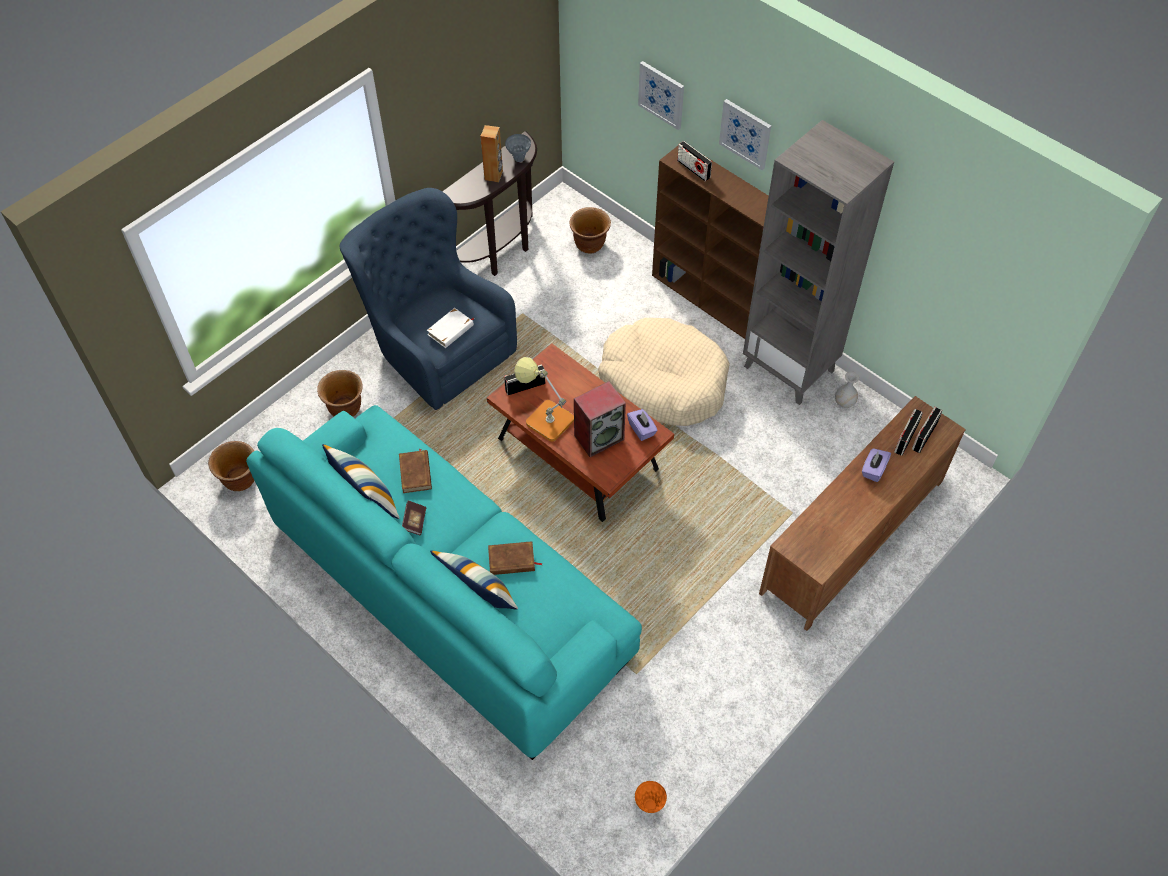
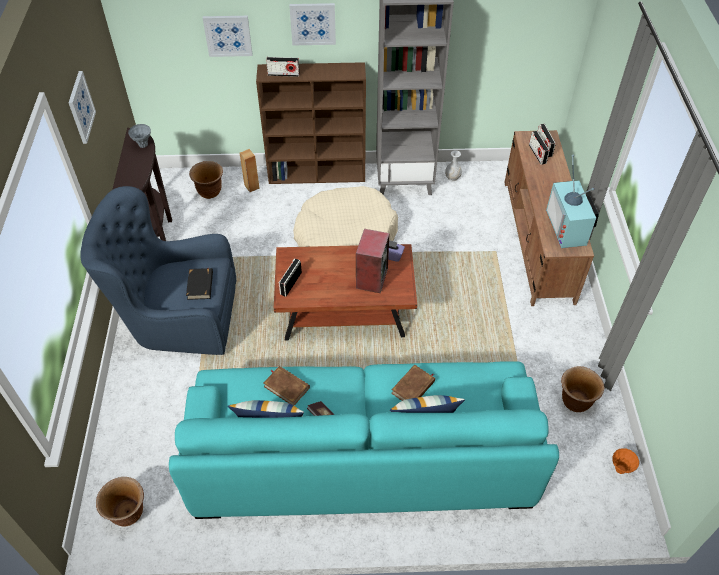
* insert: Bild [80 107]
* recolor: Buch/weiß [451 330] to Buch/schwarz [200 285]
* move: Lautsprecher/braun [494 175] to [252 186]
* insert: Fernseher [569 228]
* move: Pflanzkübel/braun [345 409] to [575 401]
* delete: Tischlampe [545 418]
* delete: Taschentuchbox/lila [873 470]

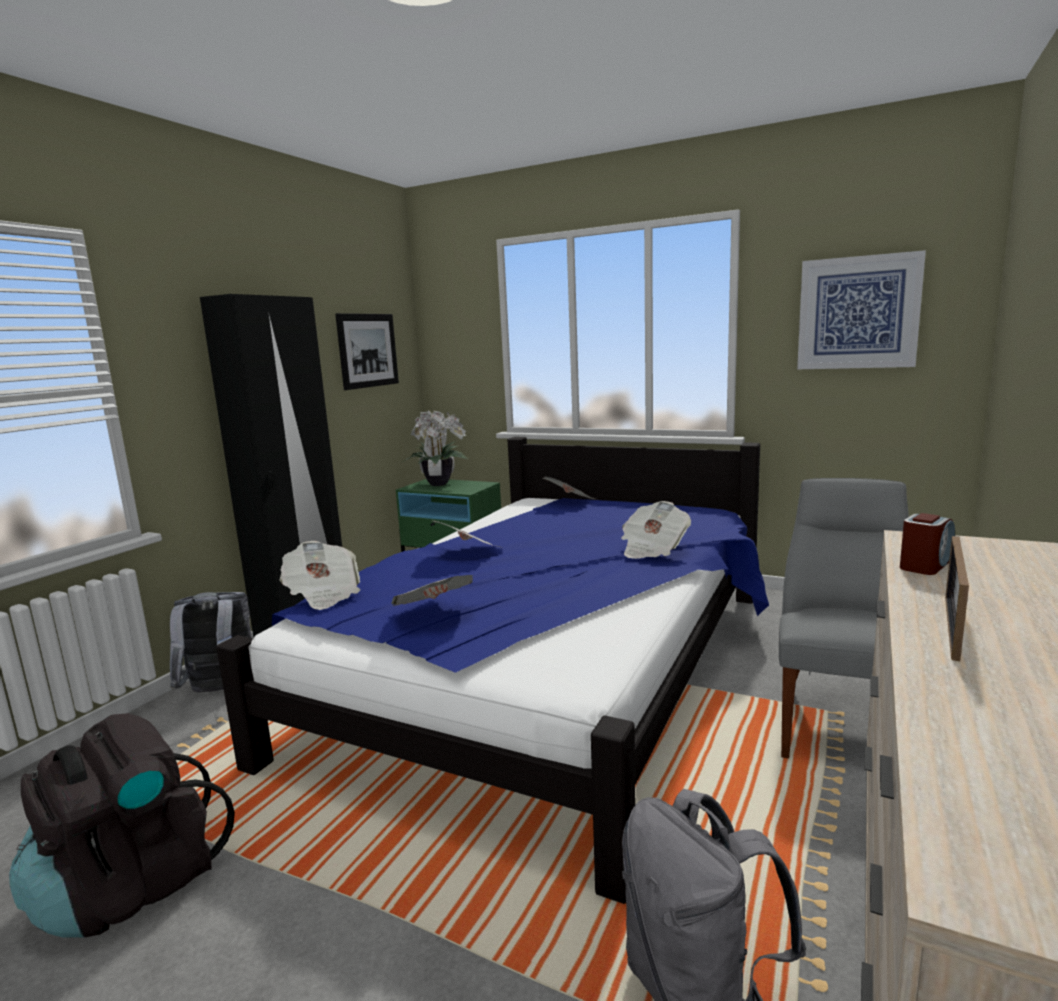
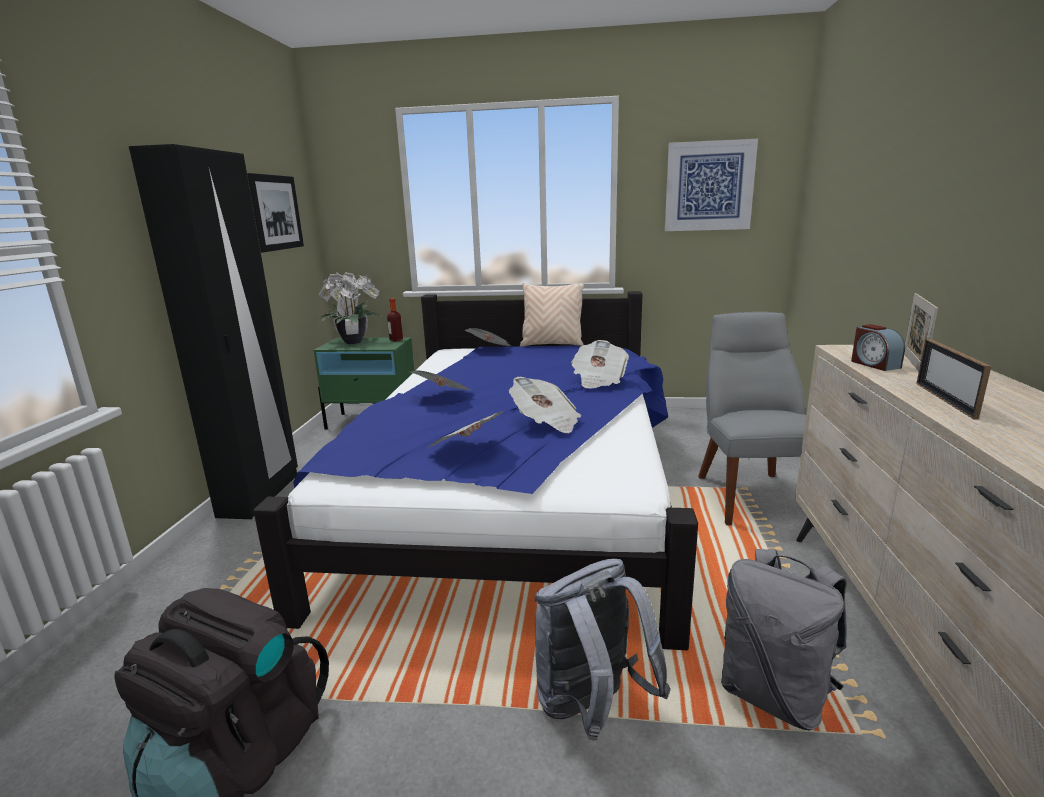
* insert: Flasche [396 340]
* move: Zeitung [323 594] to [546 422]
* insert: Kissen/beige [552 344]
* move: Rucksack/grau [222 692] to [591 708]
* rotate: Wecker [925 565] = [874 364] 135 degrees clockwise
* insert: Bilderrahmen [912 364]

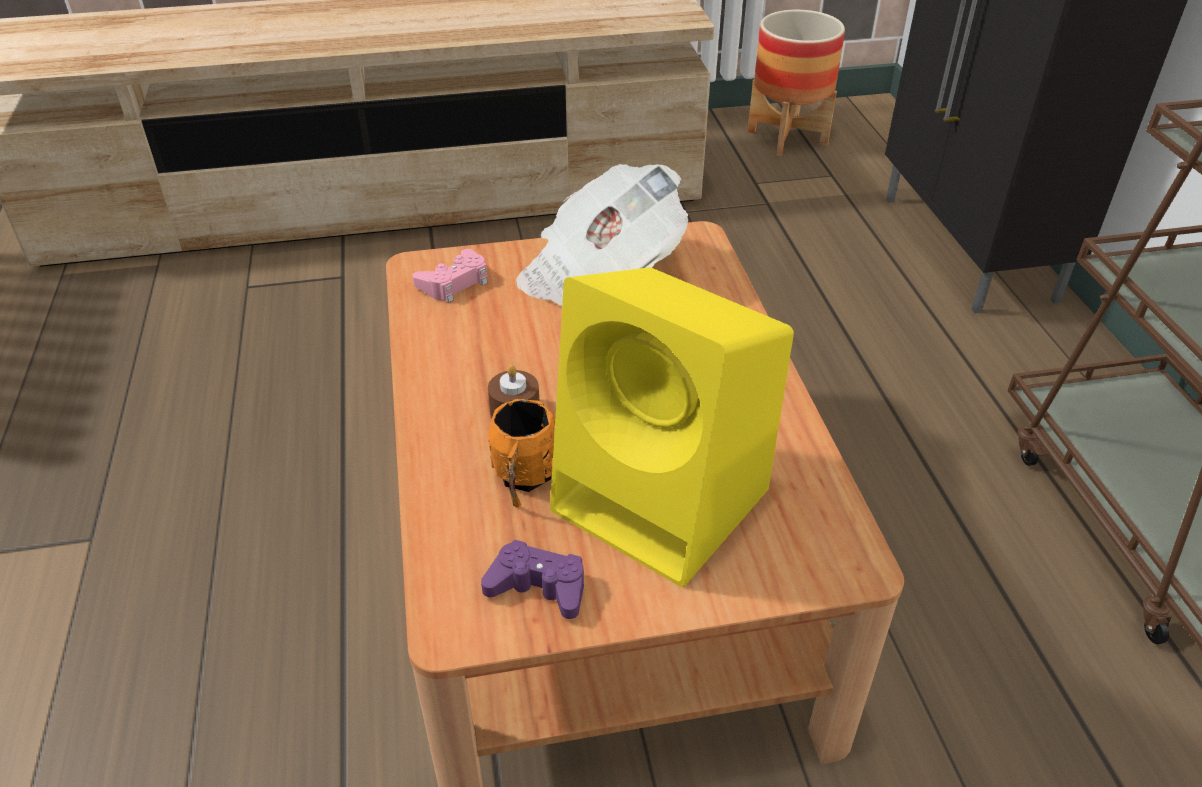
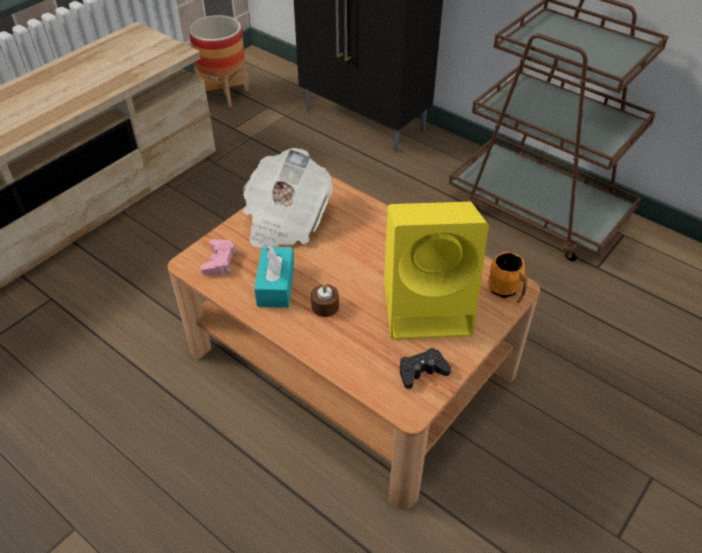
* insert: Taschentuchbox/türkis [276 285]
* recolor: Gamepad/lila [538 587] to Gamepad/schwarz [422 371]
* move: Henkelbecher/orange [523 480] to [506 291]

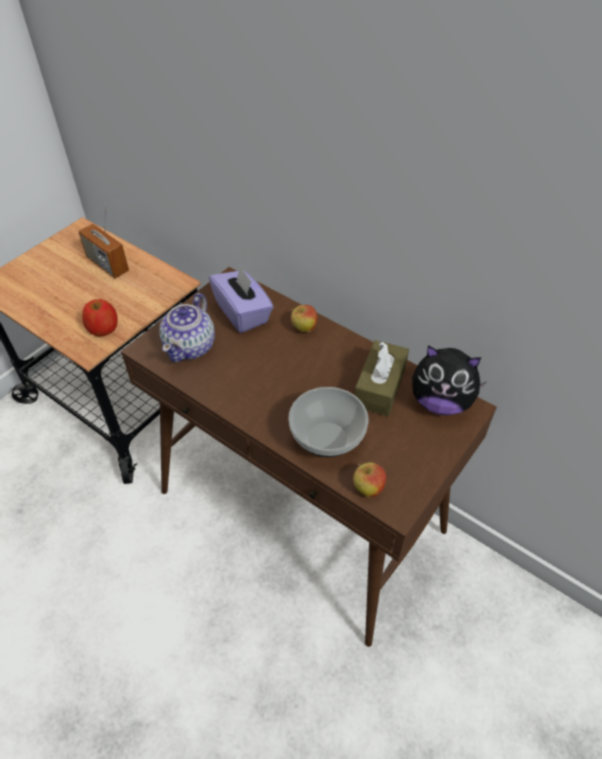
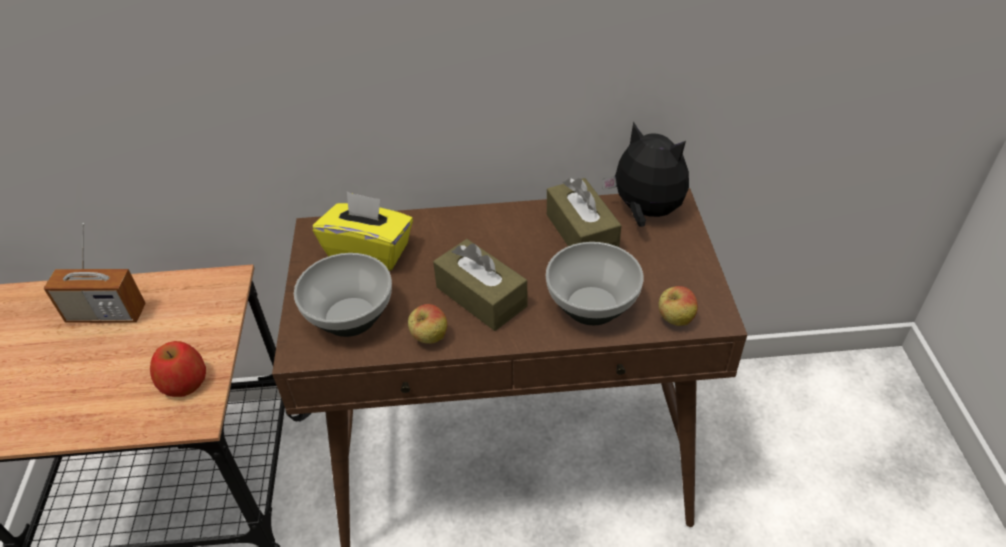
* replace: Teekanne [190 346] to Schüssel [351 316]
* recolor: Taschentuchbox/lila [243 313] to Taschentuchbox/gelb [369 251]
* move: Apfel [304 328] to [429 338]
* insert: Taschentuchbox/braun [481 296]
* rotate: Plüschtier [440 402] = [645 212] 120 degrees counterclockwise

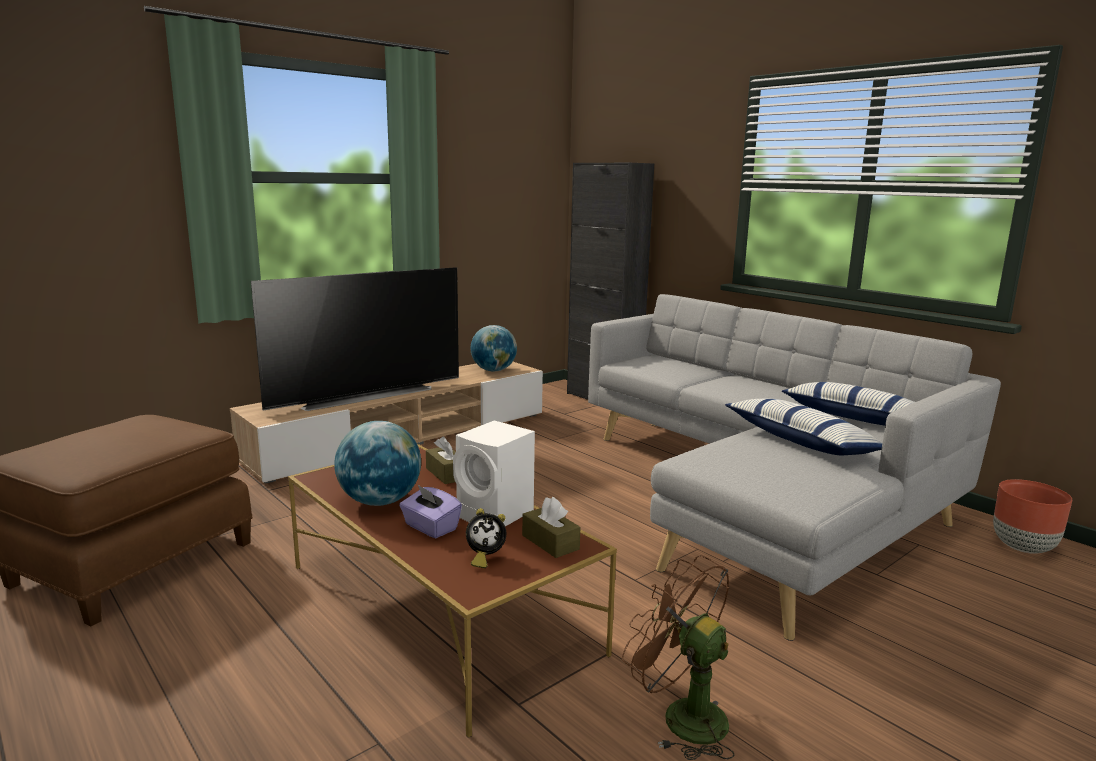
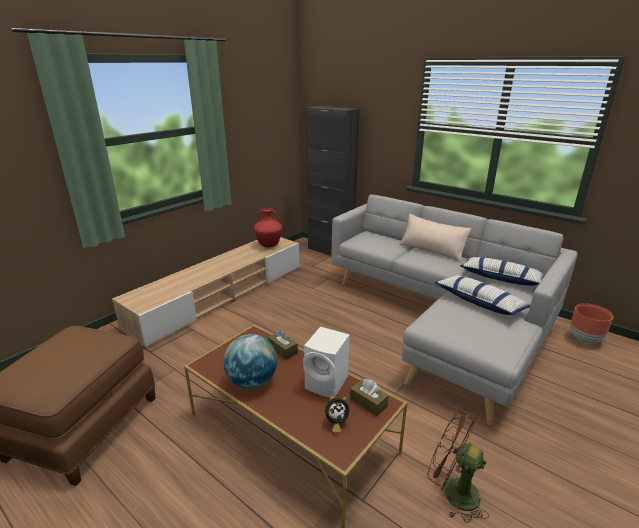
* replace: Globus [494 370] to Vase/rot [269 245]
* insert: Kissen/beige [432 250]
* delete: Fernseher [365 395]
* delete: Taschentuchbox/lila [430 527]

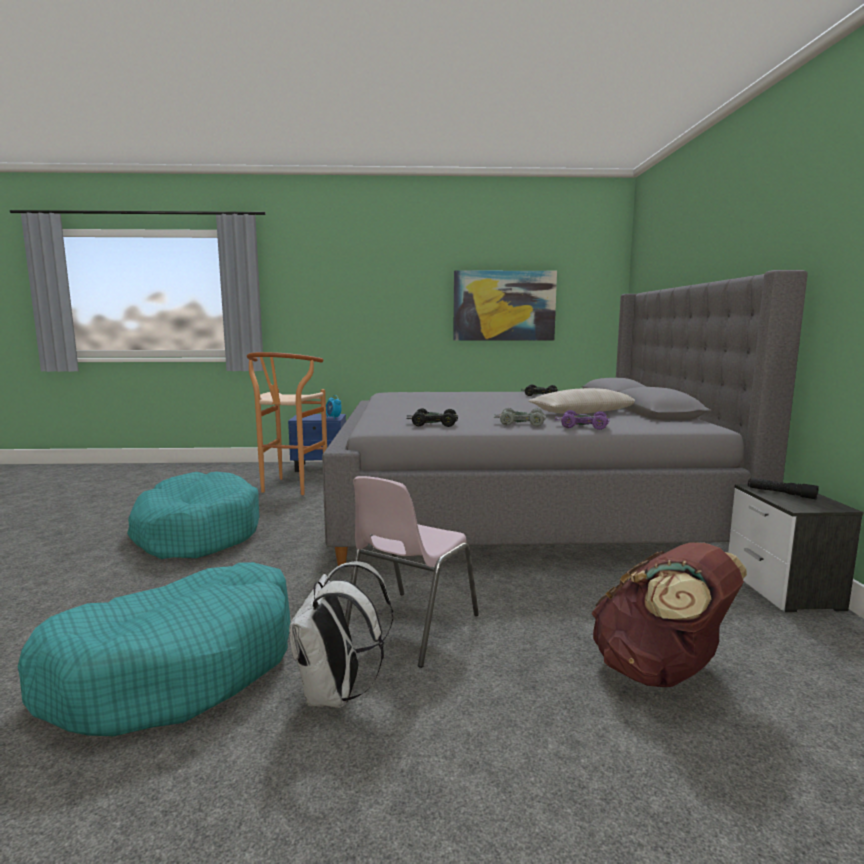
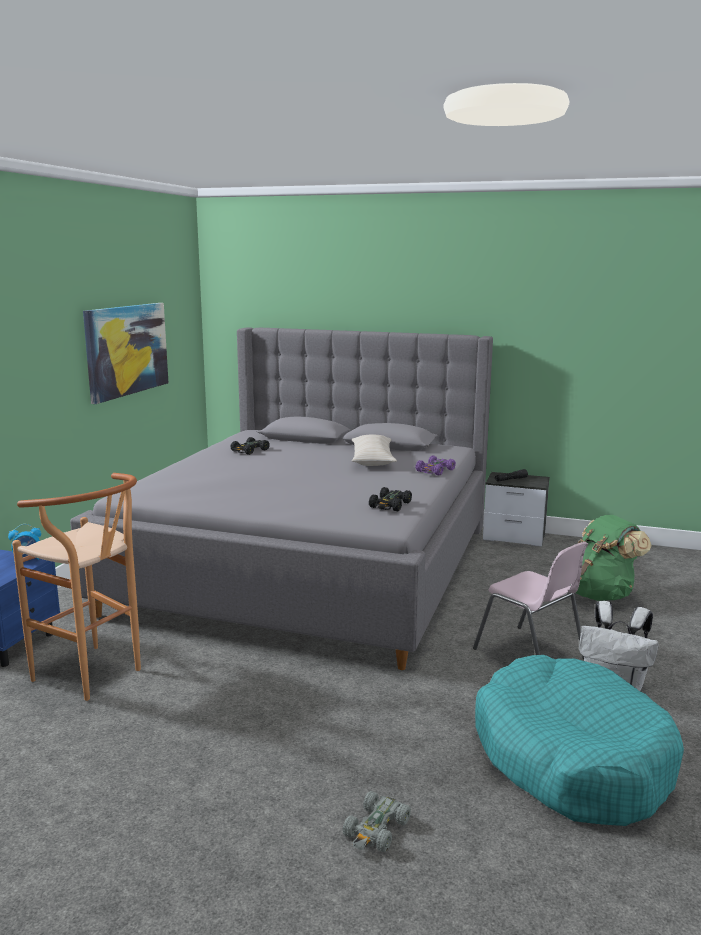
* move: Spielzeugauto/grau [521 423] to [376 829]
* recolor: Rucksack/braun [659 672] to Rucksack/grün [599 594]
* delete: Hundebett/türkis [197 533]

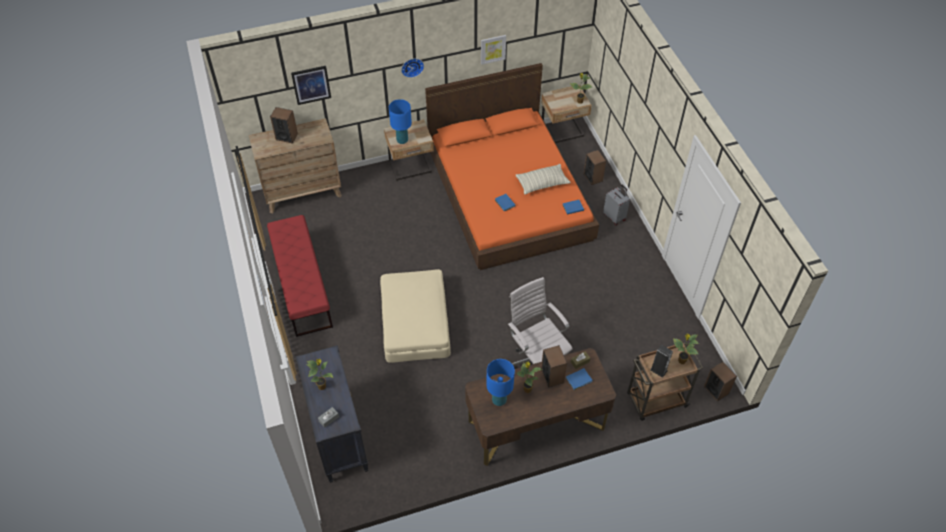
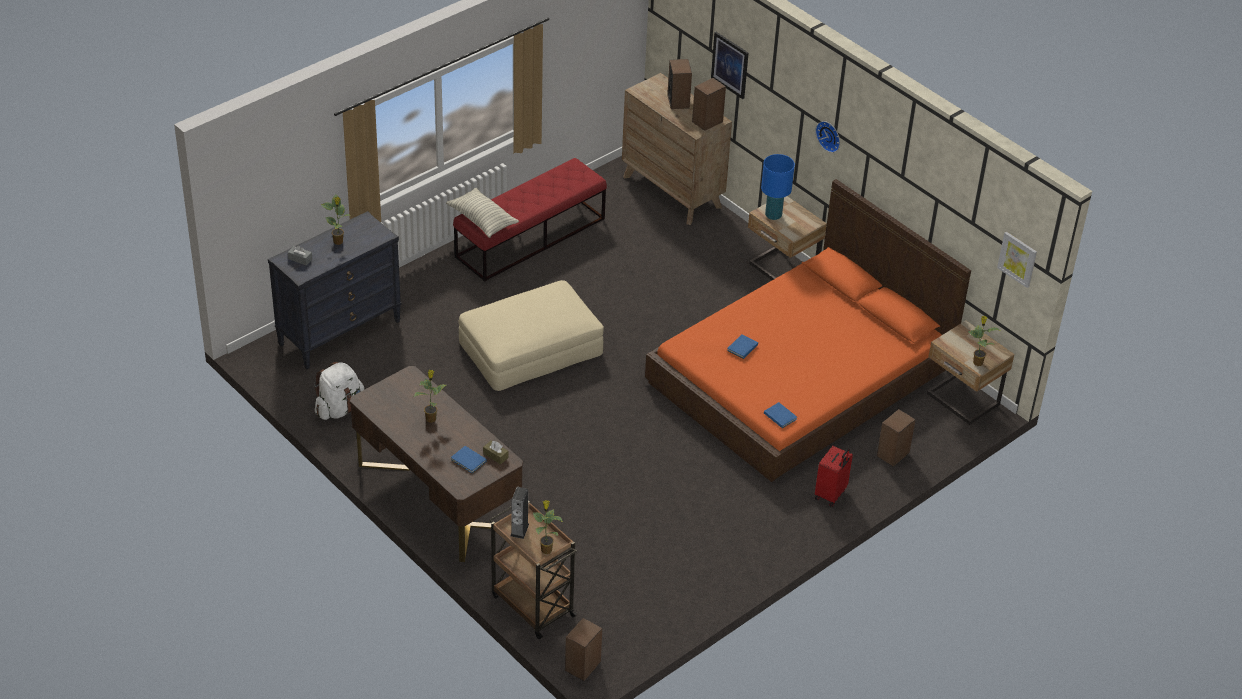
* insert: Rucksack/weiß [339 408]
* move: Kissen [542 184] to [482 220]
* move: Lautsprecher [552 376] to [707 121]
* recolor: Koffer/grau [614 217] to Koffer/rot [831 494]
* move: Bild [493 49] to [1017 259]
* delete: Tischlampe/blau [499 400]
* delete: Bürostuhl/weiß [536 360]

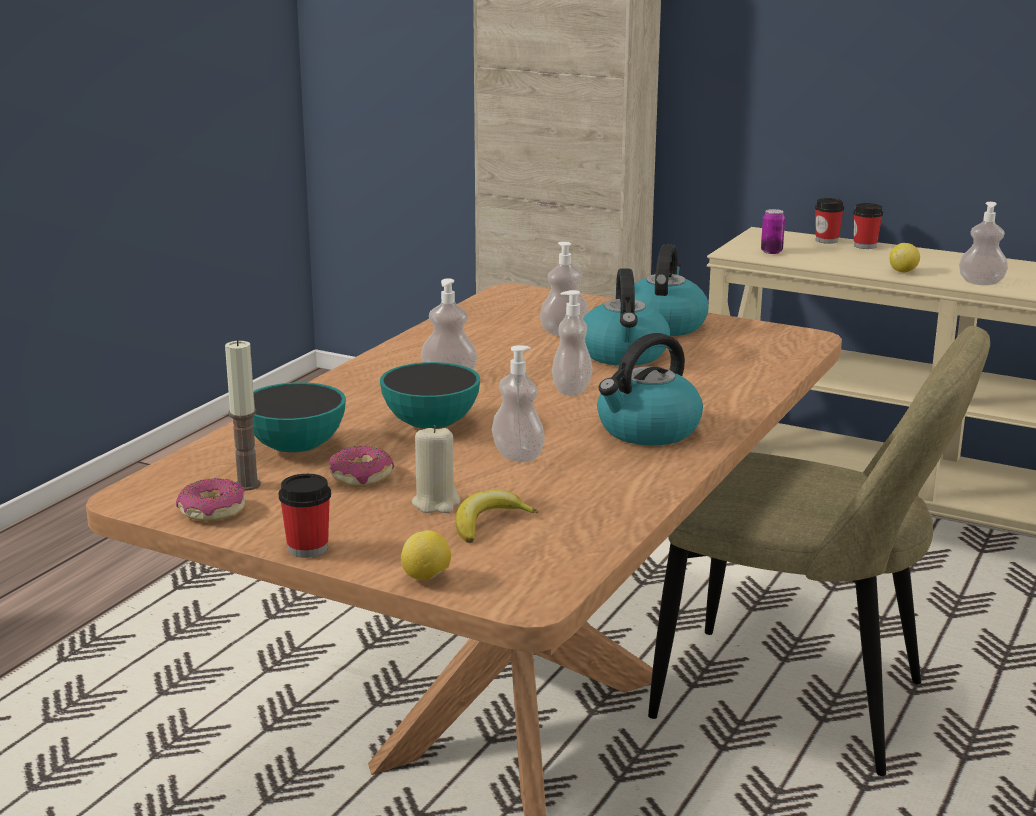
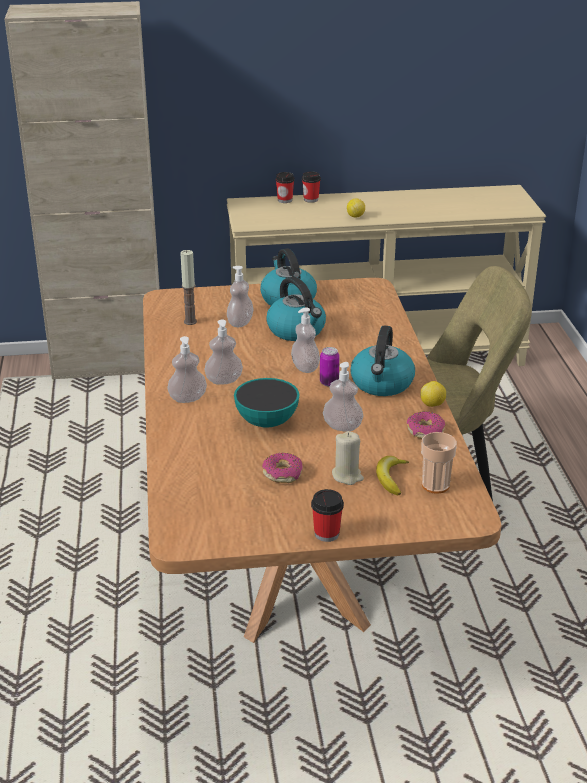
* move: Seifenspender [981 282] to [187 398]
* move: Kerze [247 485] to [190 321]
* move: Dose [771 251] to [329 382]
* move: Donut [212 511] to [425 431]
* move: Zitrone [427 578] to [432 404]
* insert: Tasse [435 485]
* delete: Schüssel [296 448]

